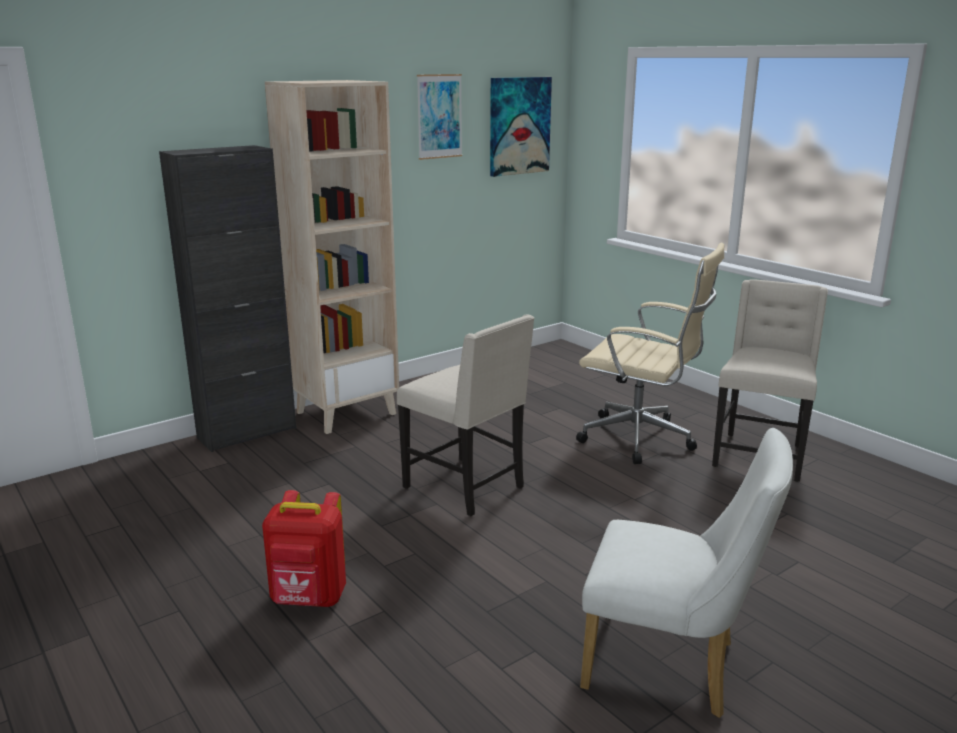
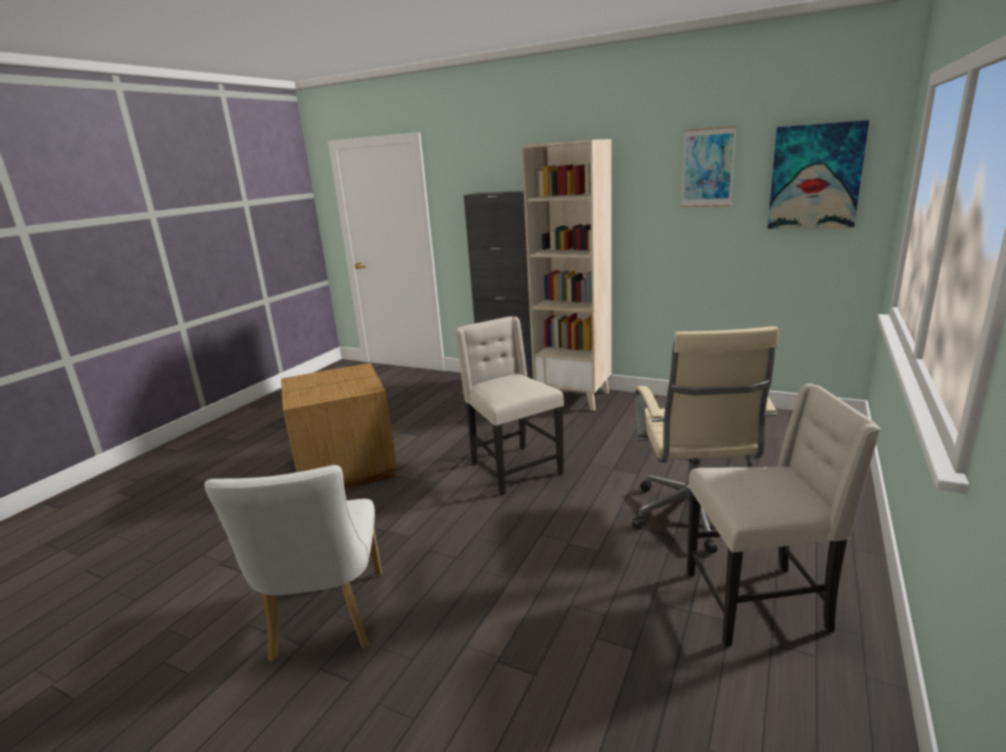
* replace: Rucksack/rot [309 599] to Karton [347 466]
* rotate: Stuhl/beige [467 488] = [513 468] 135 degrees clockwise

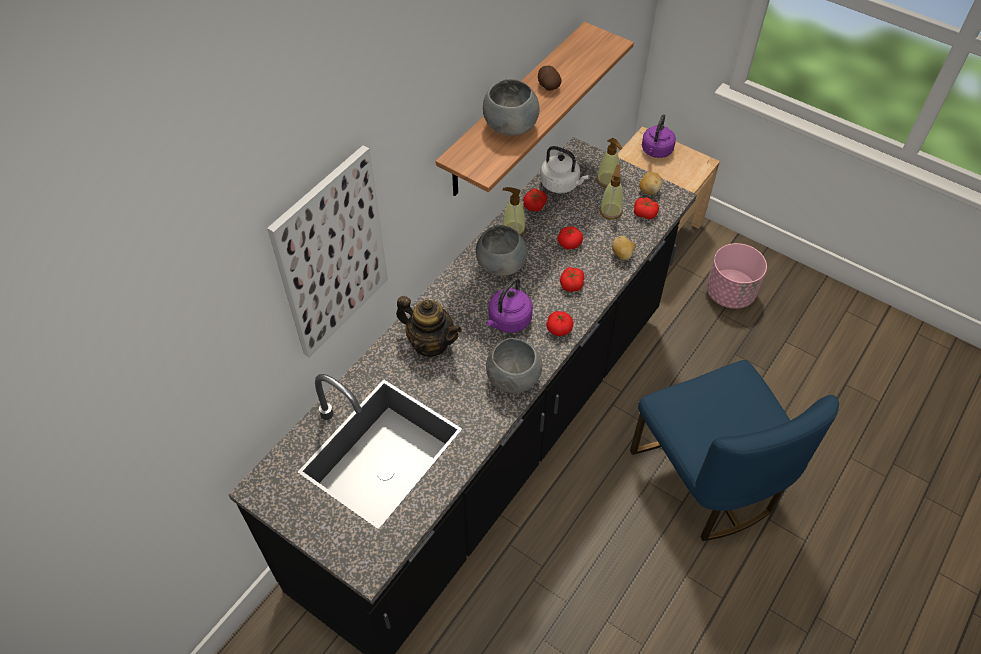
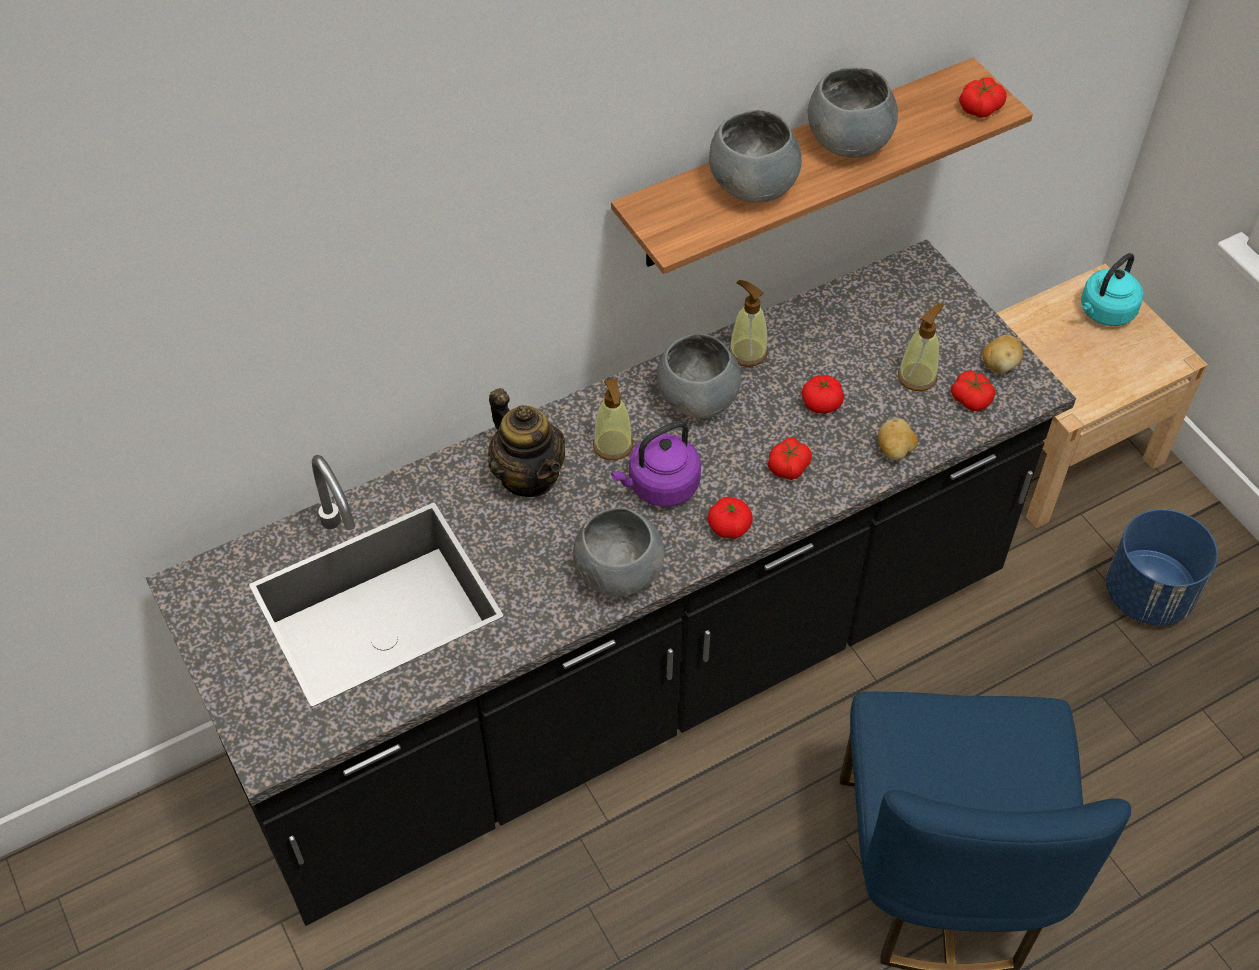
* move: Seifenspender [607 180] to [613 445]
* replace: Kartoffel [547 86] to Schüssel/grau [849 141]
* move: Tomate [534 205] to [980 107]
* recolor: Wasserkessel/lila [656 151] to Wasserkessel/türkis [1104 312]
* recolor: Pflanzkübel/rosa [730 293] to Pflanzkübel/blau [1148 594]
* delete: Bild [331 255]
* delete: Wasserkessel/weiß [561 184]

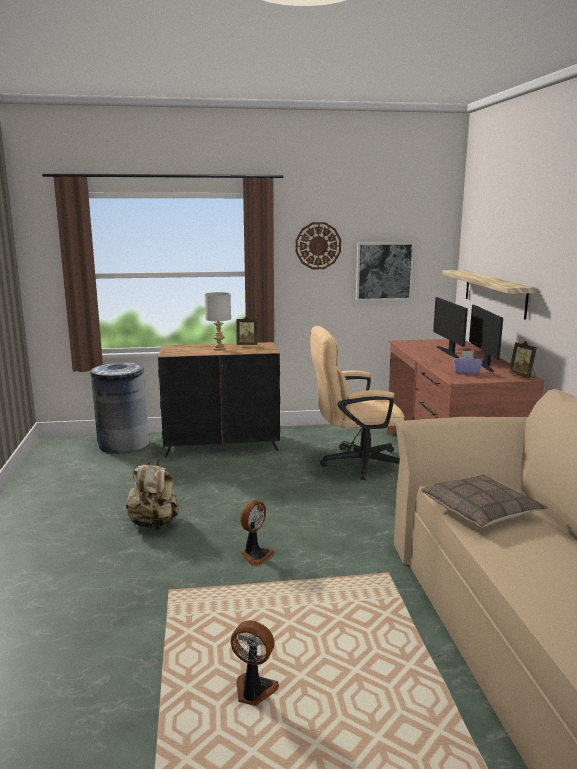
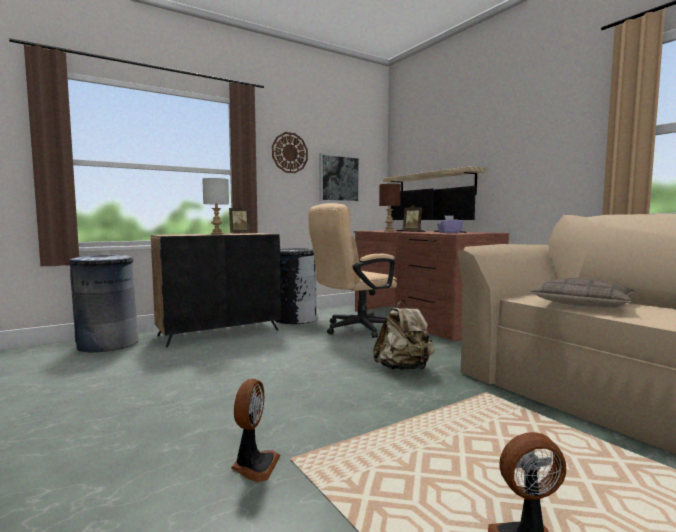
* move: Ventilator [255 555] to [254 465]
* insert: Mülleimer/schwarz [295 319]
* move: Rucksack/beige [154 524] to [403 369]
* insert: Tischlampe/braun [389 231]
* move: Bilderrahmen [522 376] to [413 231]

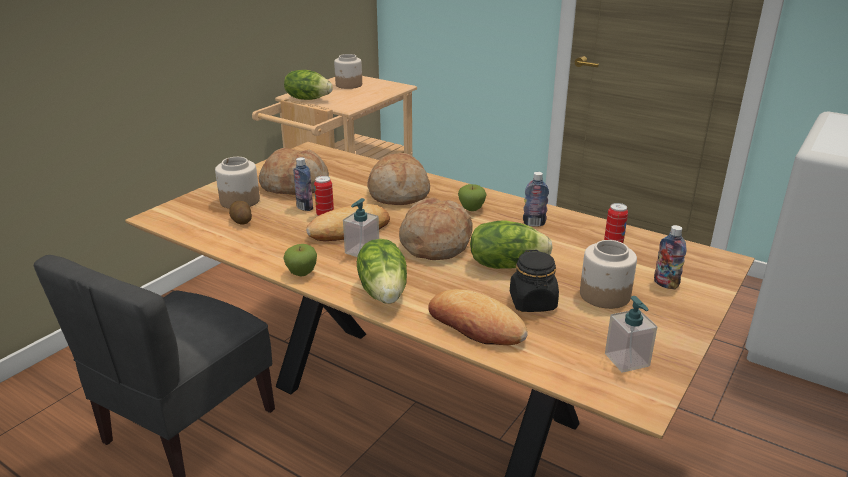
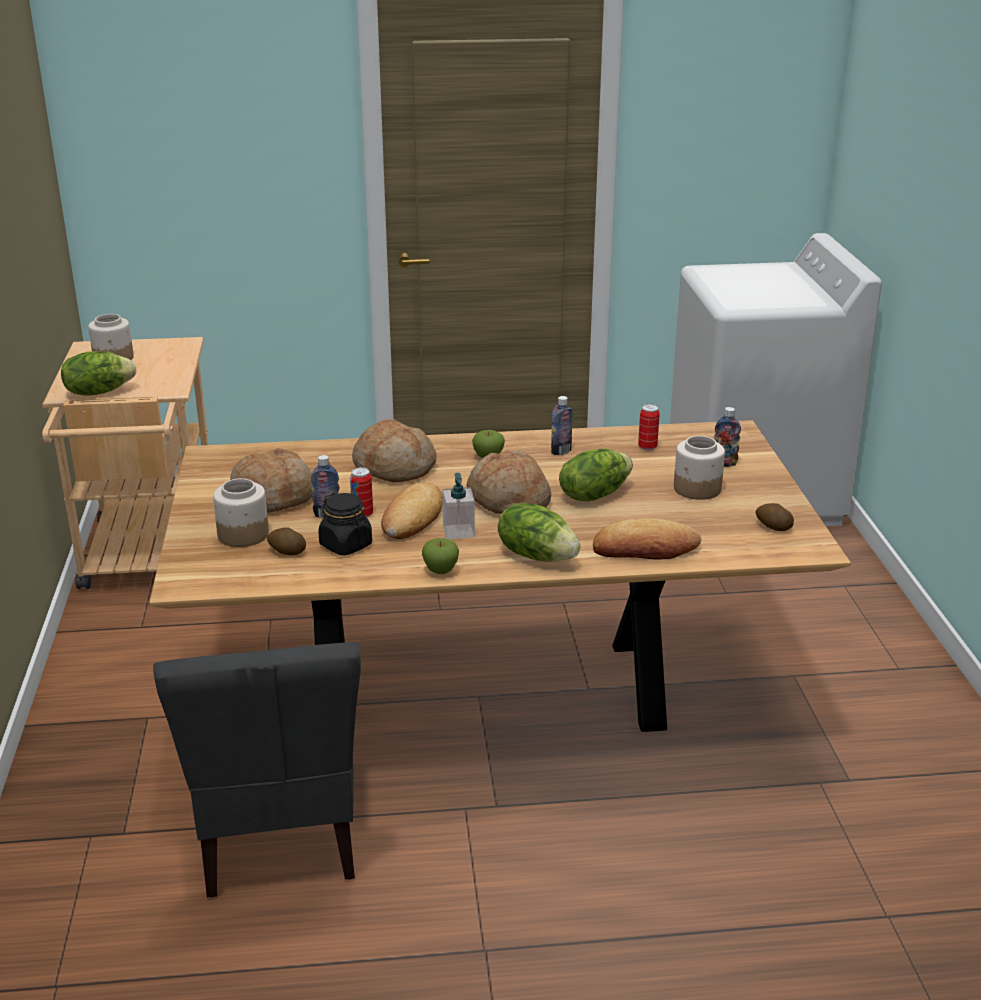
* move: Vorratsglas/schwarz [533 302] to [346 545]
* replace: Seifenspender [627 360] to Kartoffel [773 527]

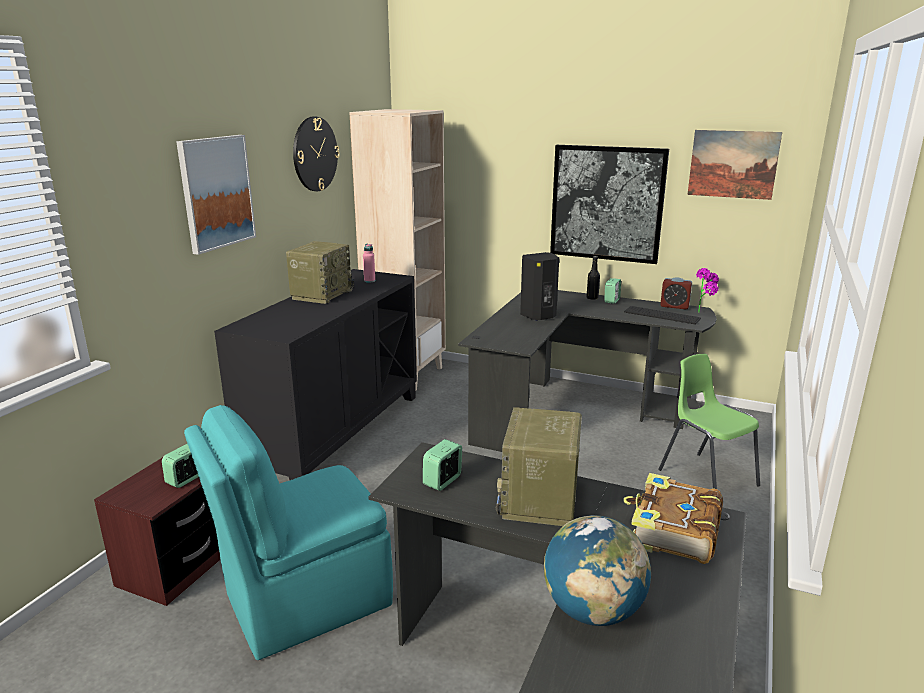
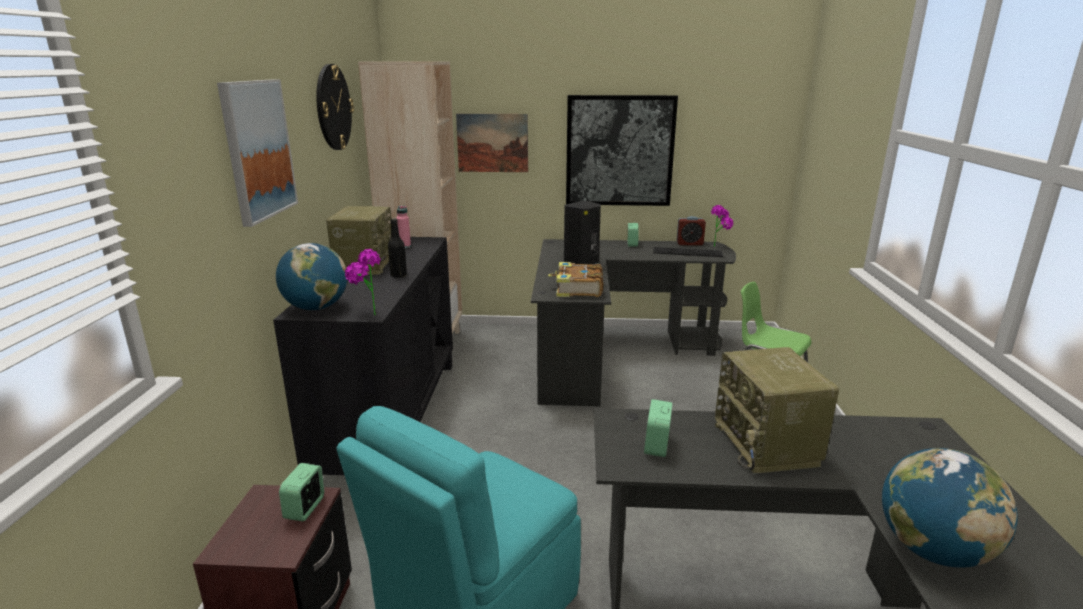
* insert: Globus [316 308]
* insert: Topfpflanze [365 316]
* move: Flasche/schwarz [592 298] to [398 275]
* move: Bild [733 164] to [492 143]
* move: Buch [672 532] to [577 289]

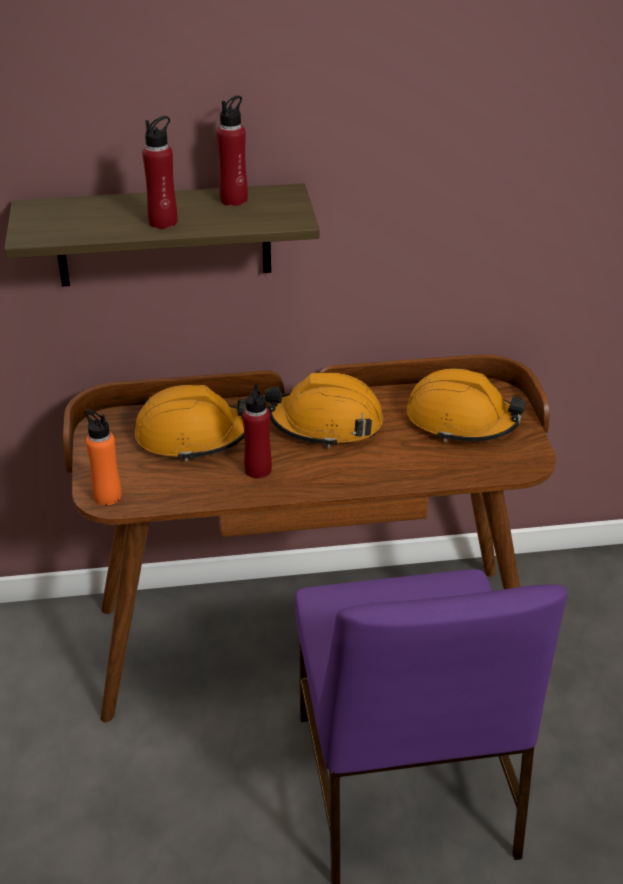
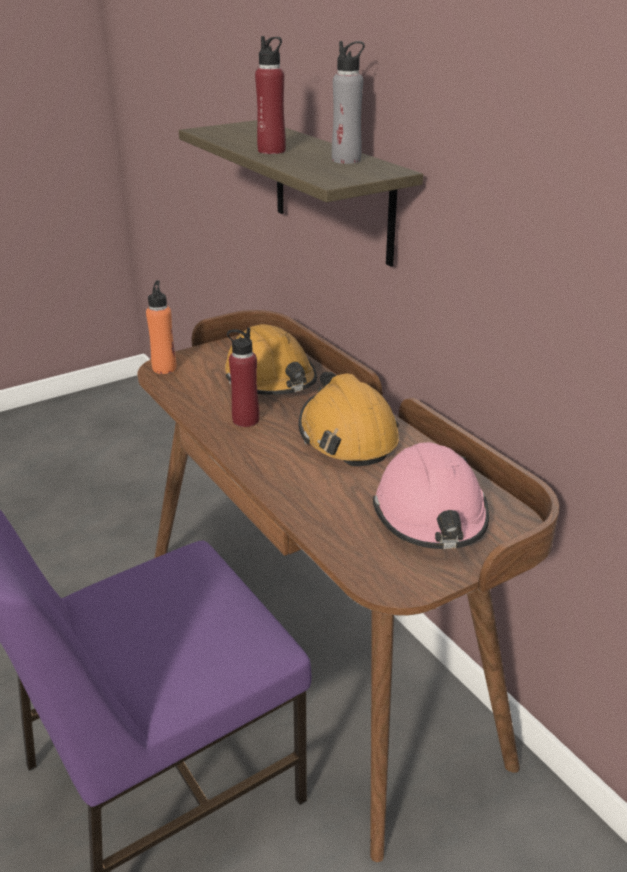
* recolor: Flasche/rot [234 200] to Flasche/grau [346 160]
* recolor: Schutzhelm/orange [461 421] to Schutzhelm/rosa [430 515]

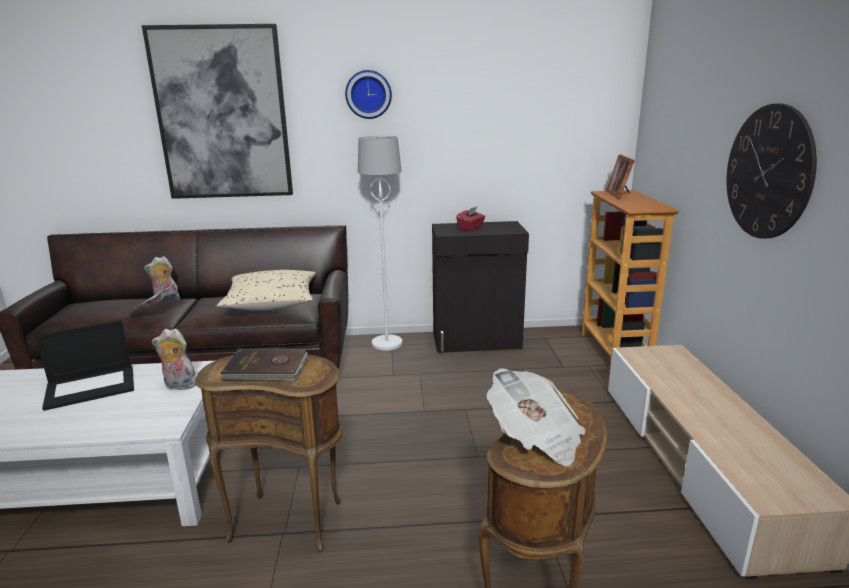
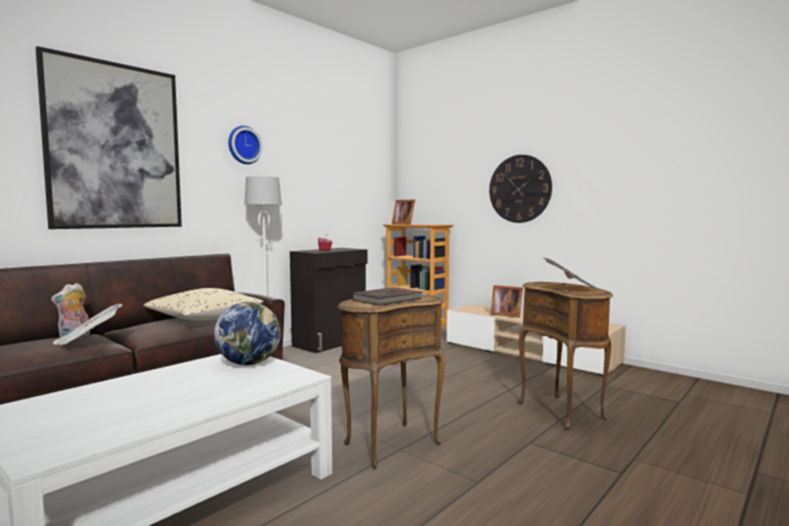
* replace: Plüschtier [178 386] to Globus [249 363]
* insert: Bilderrahmen [505 314]
* delete: Laptop [92 387]

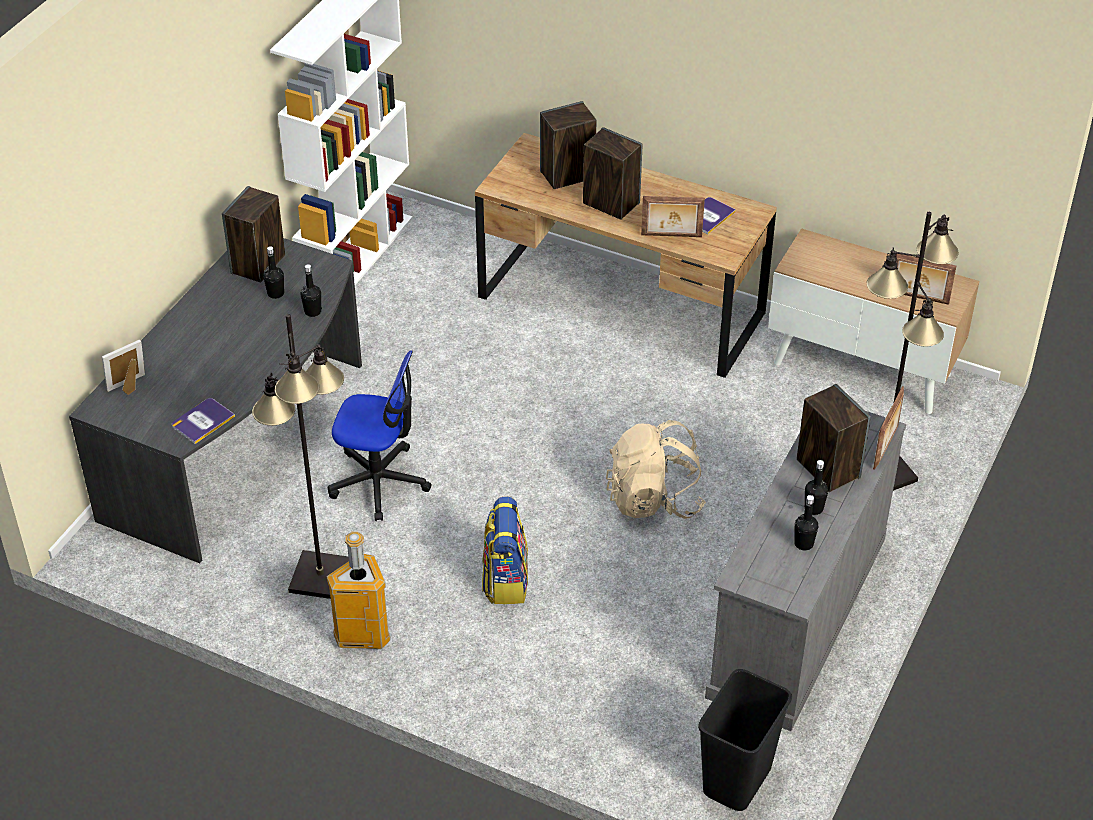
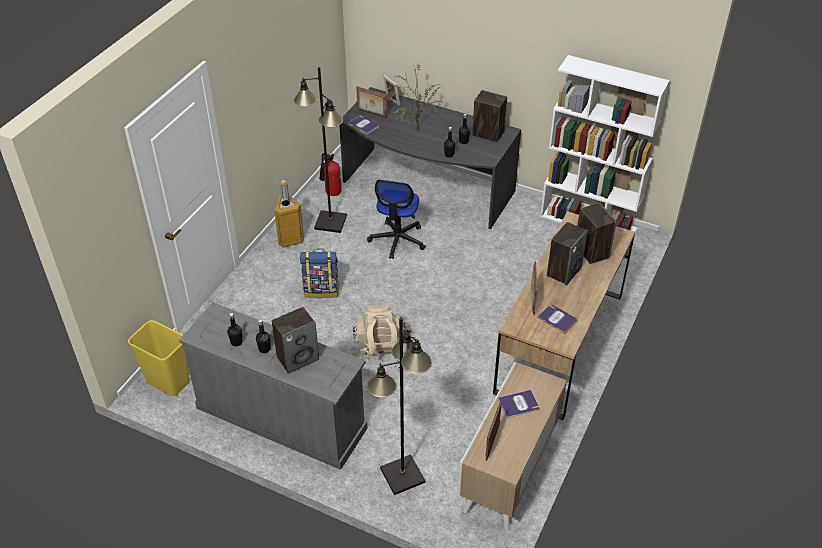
* recolor: Mülleimer/schwarz [737 781] to Mülleimer/gelb [167 382]
* insert: Feuerlöscher [331 192]
* move: Bilderrahmen [886 447] to [372 113]
* insert: Topfpflanze [416 129]
* insert: Buch [518 404]

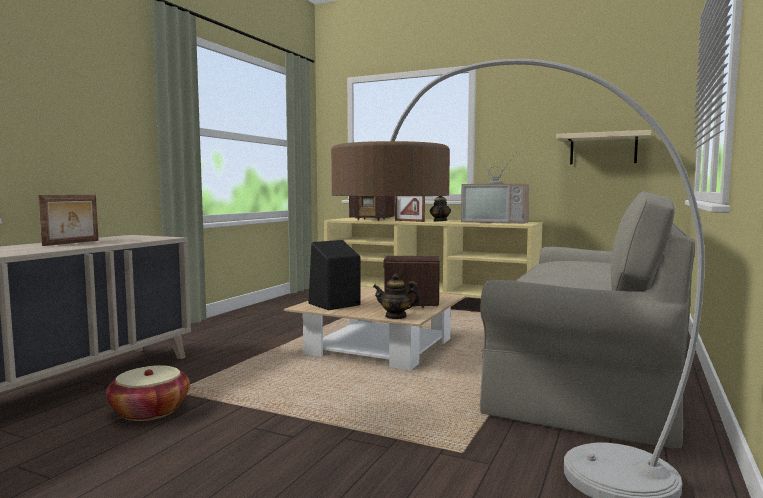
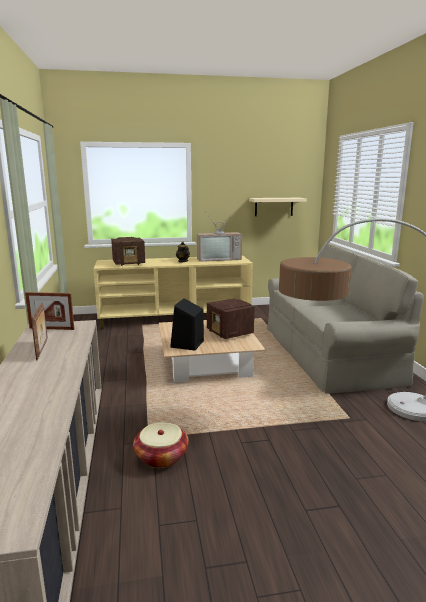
* move: Bilderrahmen [409 221] to [52 328]
* delete: Teekanne [396 316]

